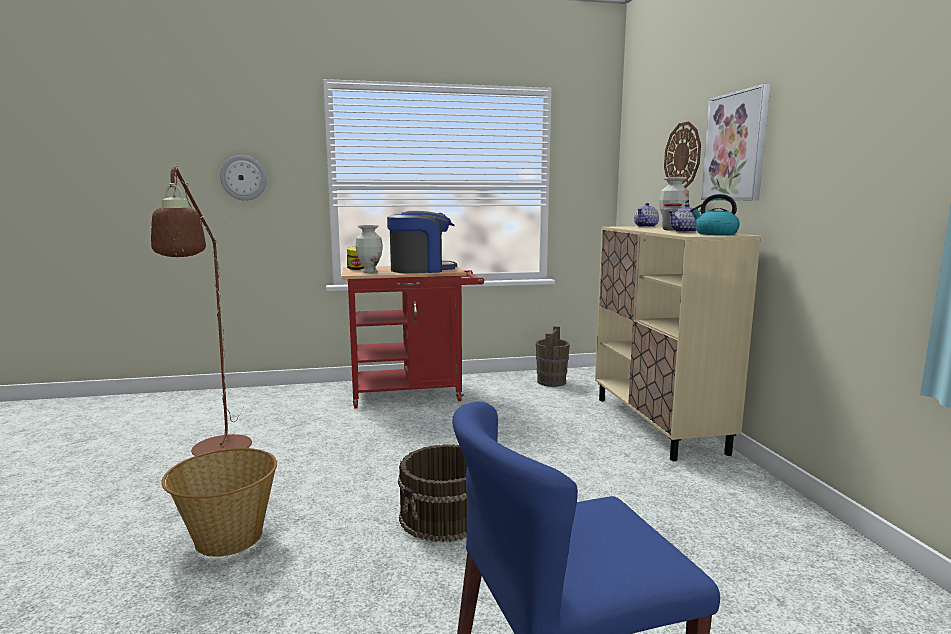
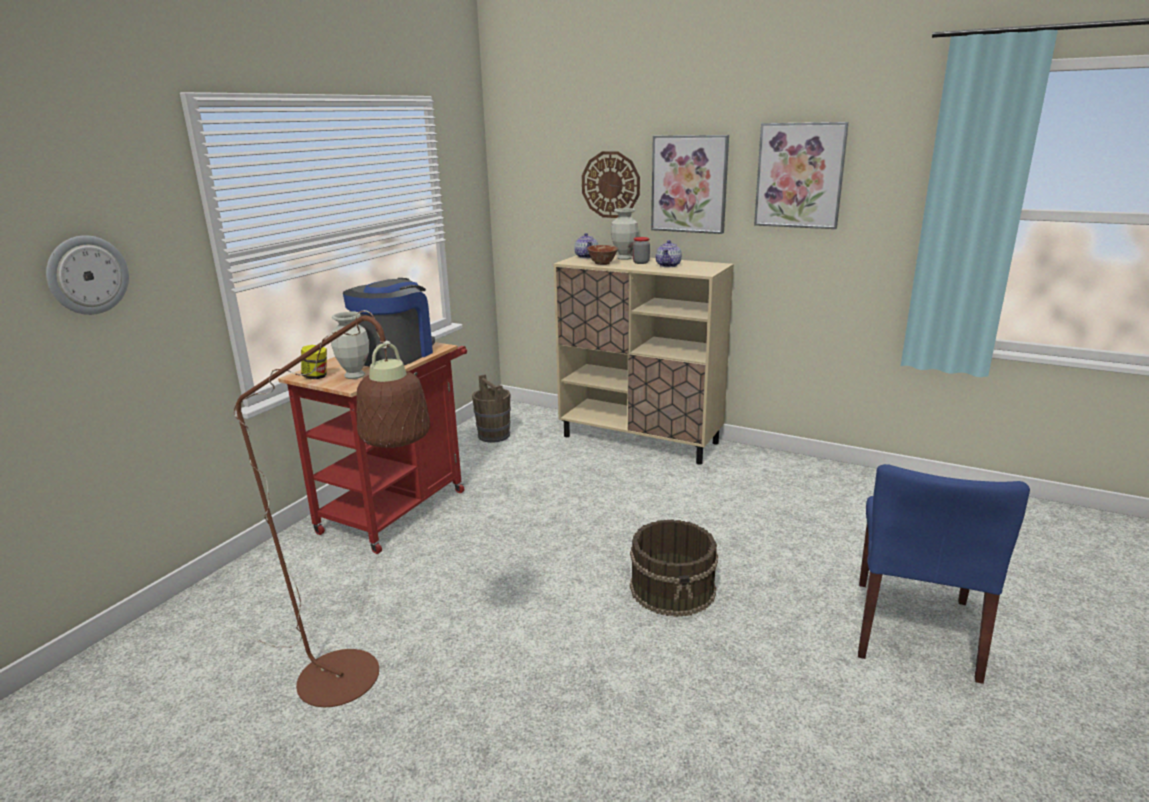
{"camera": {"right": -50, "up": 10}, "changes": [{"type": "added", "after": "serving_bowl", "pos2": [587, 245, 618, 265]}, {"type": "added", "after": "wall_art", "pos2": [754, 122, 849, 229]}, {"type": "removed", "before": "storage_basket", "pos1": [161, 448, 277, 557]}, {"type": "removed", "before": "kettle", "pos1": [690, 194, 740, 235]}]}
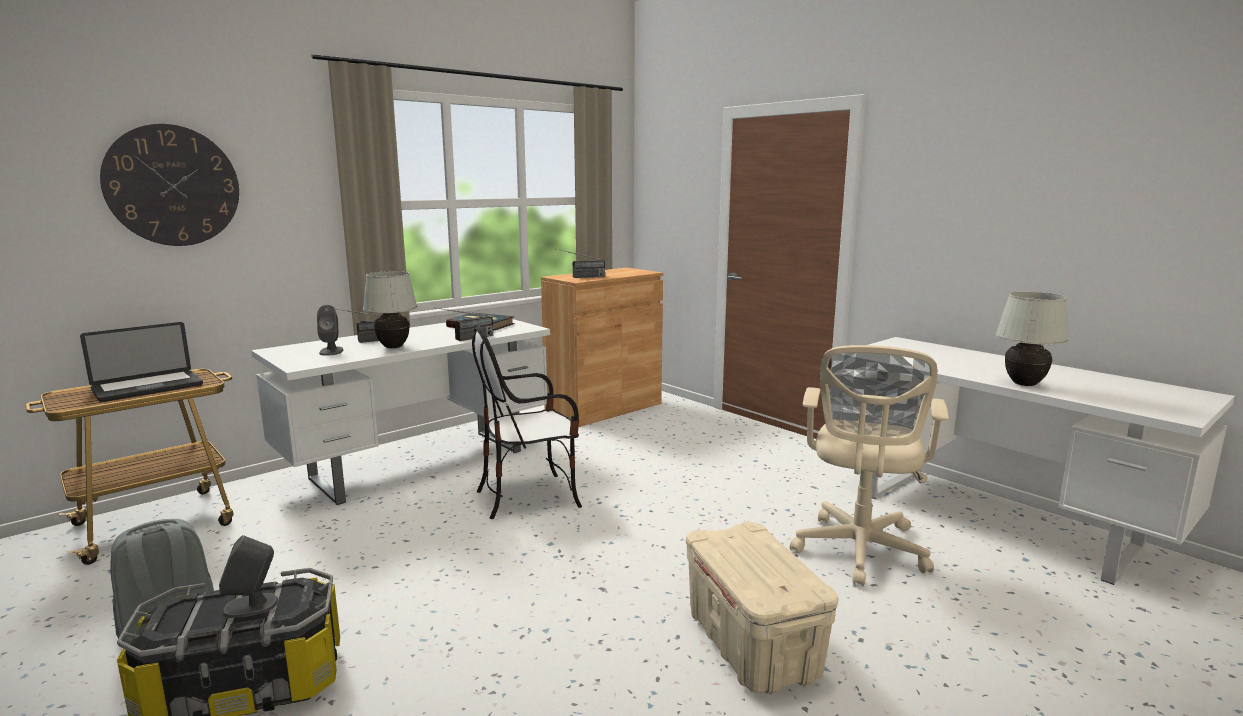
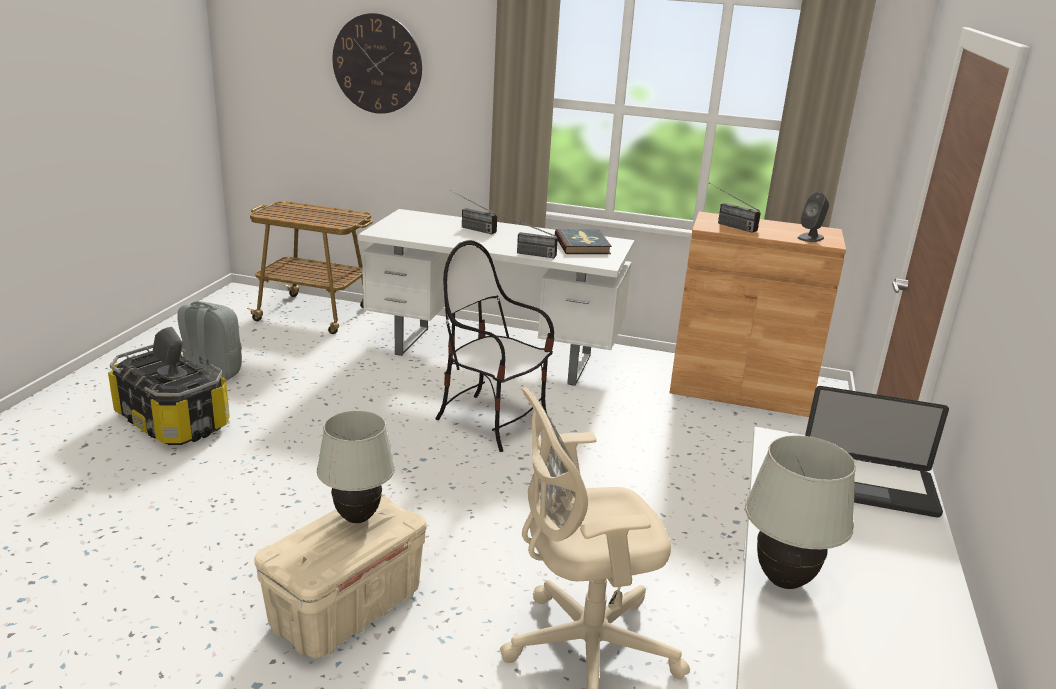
{"camera": {"right": 55, "up": 10}, "changes": [{"type": "moved", "before": "whitish_tabletop_lamp", "pos1": [363, 271, 418, 348], "pos2": [317, 411, 395, 523]}, {"type": "moved", "before": "greyish_loudspeaker", "pos1": [317, 305, 343, 356], "pos2": [798, 192, 829, 242]}, {"type": "moved", "before": "notebook_computer", "pos1": [80, 322, 203, 402], "pos2": [805, 386, 949, 517]}]}
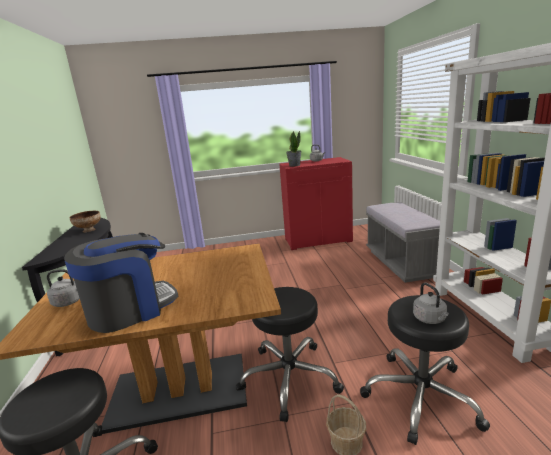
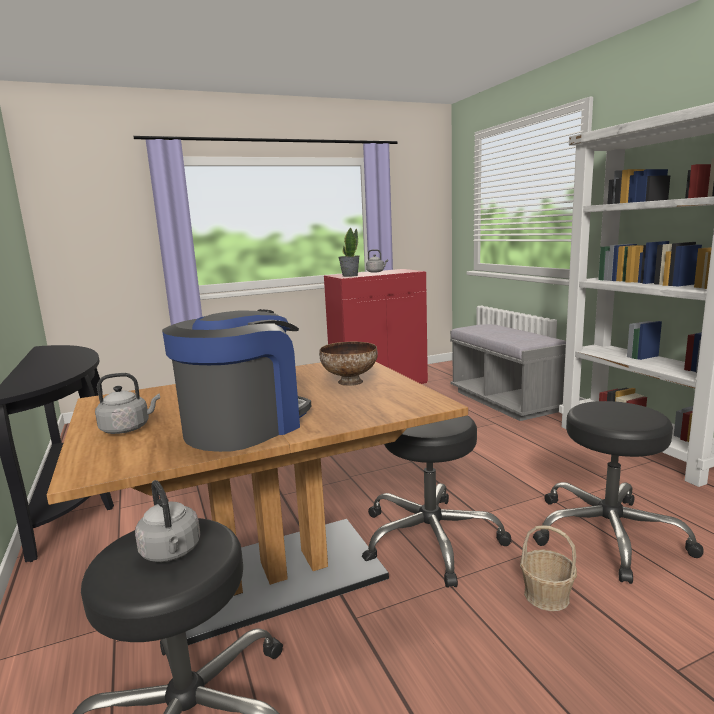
{"camera": {"right": -15, "up": -5}, "changes": [{"type": "moved", "before": "greyish_kettle", "pos1": [413, 283, 449, 324], "pos2": [135, 480, 201, 562]}, {"type": "moved", "before": "serving_bowl", "pos1": [70, 211, 101, 232], "pos2": [319, 341, 378, 386]}]}
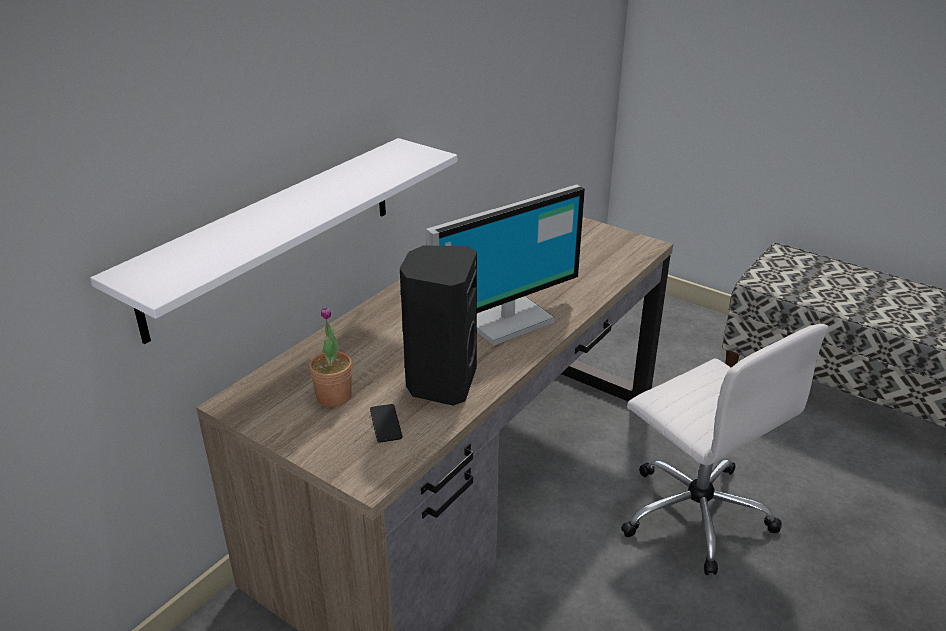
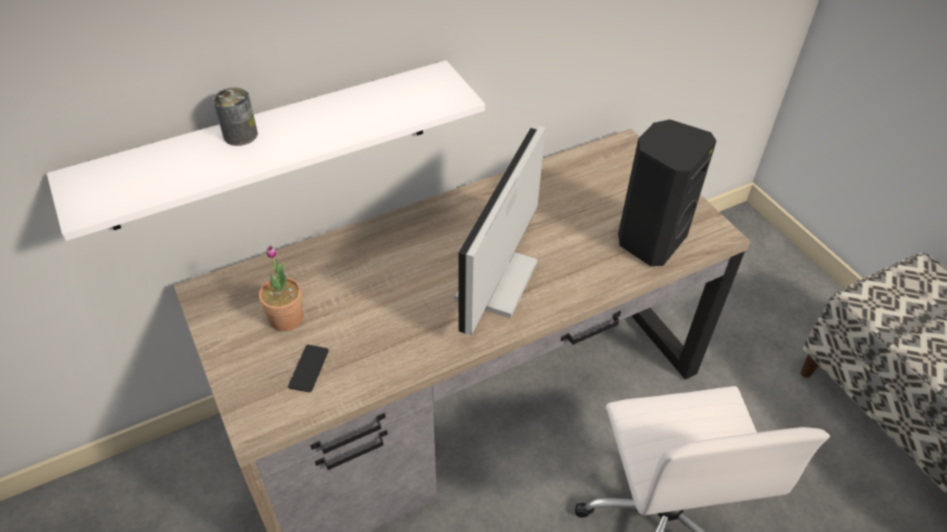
{"camera": {"right": 25, "up": 15}, "changes": [{"type": "added", "after": "sealed_can", "pos2": [213, 87, 258, 146]}, {"type": "turned", "before": "monitor", "pos1": [426, 184, 585, 346], "pos2": [454, 124, 546, 336], "turn": 120}, {"type": "moved", "before": "blackish_loudspeaker", "pos1": [400, 245, 477, 406], "pos2": [618, 119, 716, 266]}]}
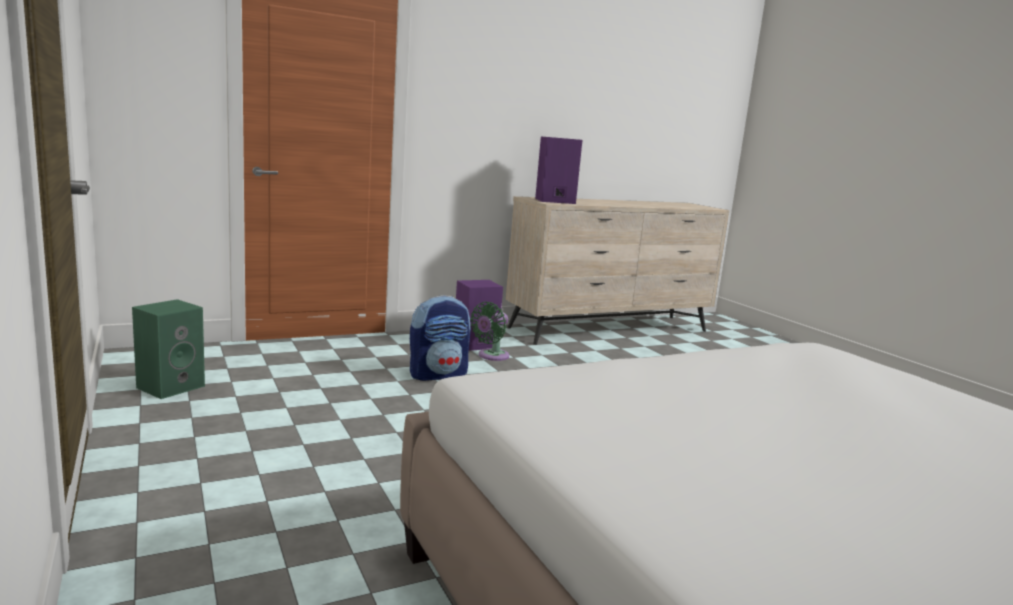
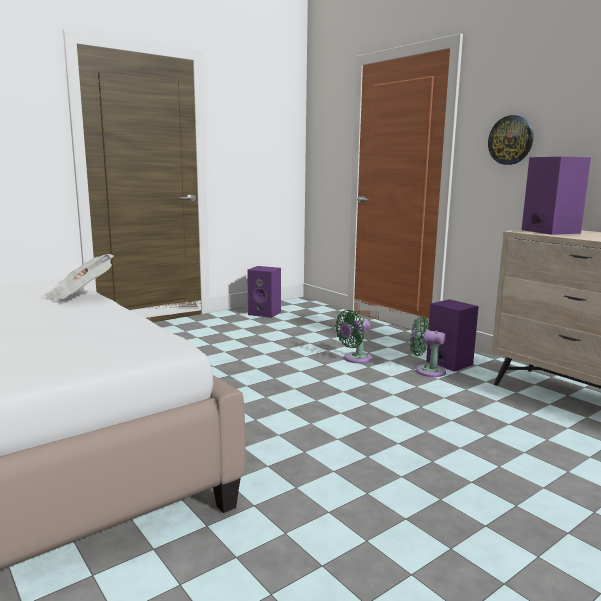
{"camera": {"right": 80, "up": 0}, "changes": [{"type": "added", "after": "printed_paper", "pos2": [41, 254, 114, 300]}, {"type": "recoloured", "before": "greenish_loudspeaker", "after": "purple_loudspeaker", "pos1": [132, 299, 205, 399], "pos2": [247, 266, 281, 318]}, {"type": "replaced", "before": "backpack", "after": "greenish_fan", "pos1": [410, 295, 471, 381], "pos2": [335, 310, 372, 363]}, {"type": "added", "after": "hanging_clock", "pos2": [488, 115, 533, 165]}]}
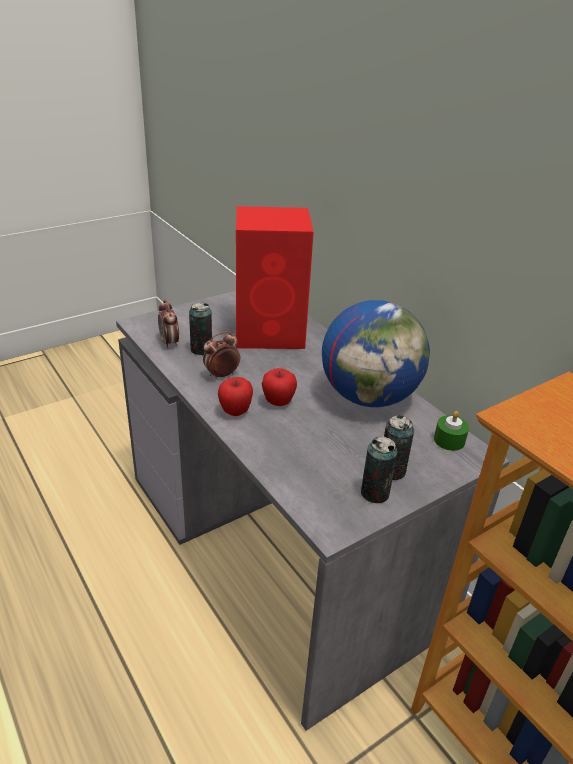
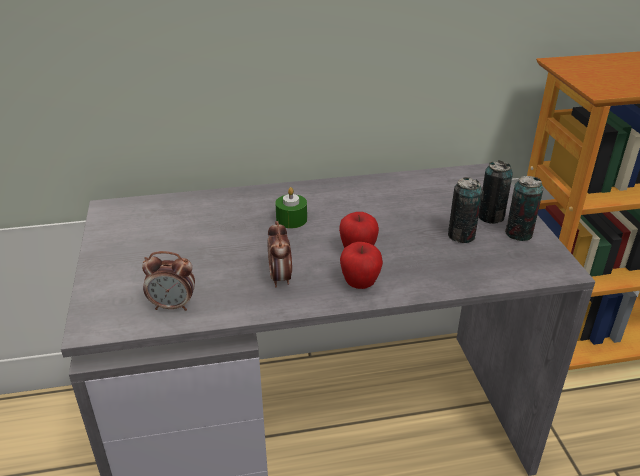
{"camera": {"right": -65, "up": 0}, "changes": [{"type": "moved", "before": "greenish_wax_light", "pos1": [434, 411, 469, 451], "pos2": [275, 187, 307, 229]}, {"type": "moved", "before": "sealed_can", "pos1": [189, 302, 212, 355], "pos2": [448, 177, 483, 243]}, {"type": "removed", "before": "red-coloured_loudspeaker", "pos1": [236, 206, 314, 349]}, {"type": "removed", "before": "desk_globe", "pos1": [322, 300, 430, 407]}]}
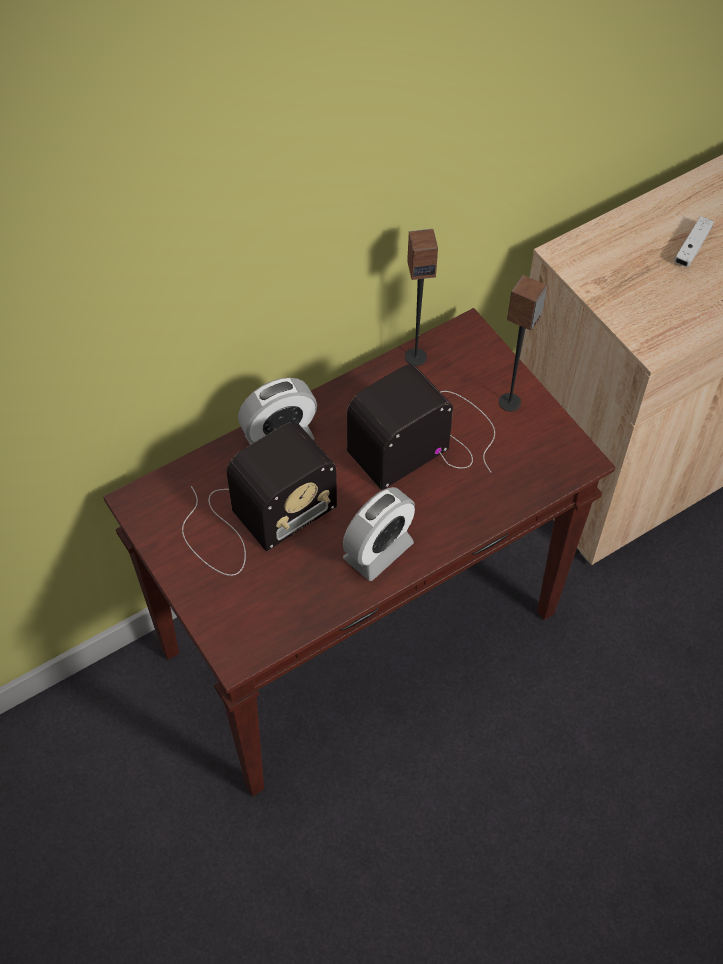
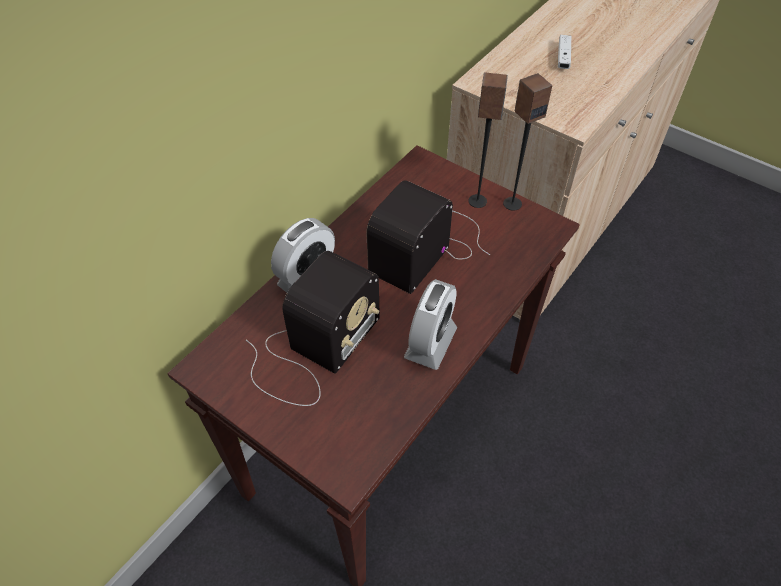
{"camera": {"right": -20, "up": -5}, "changes": [{"type": "moved", "before": "loudspeaker", "pos1": [405, 229, 438, 366], "pos2": [503, 73, 552, 211]}]}
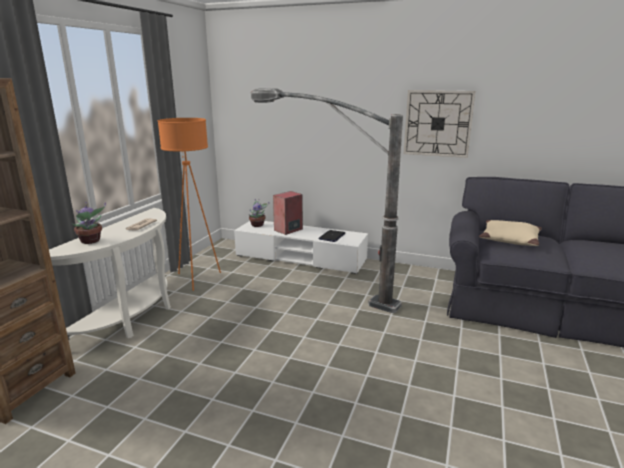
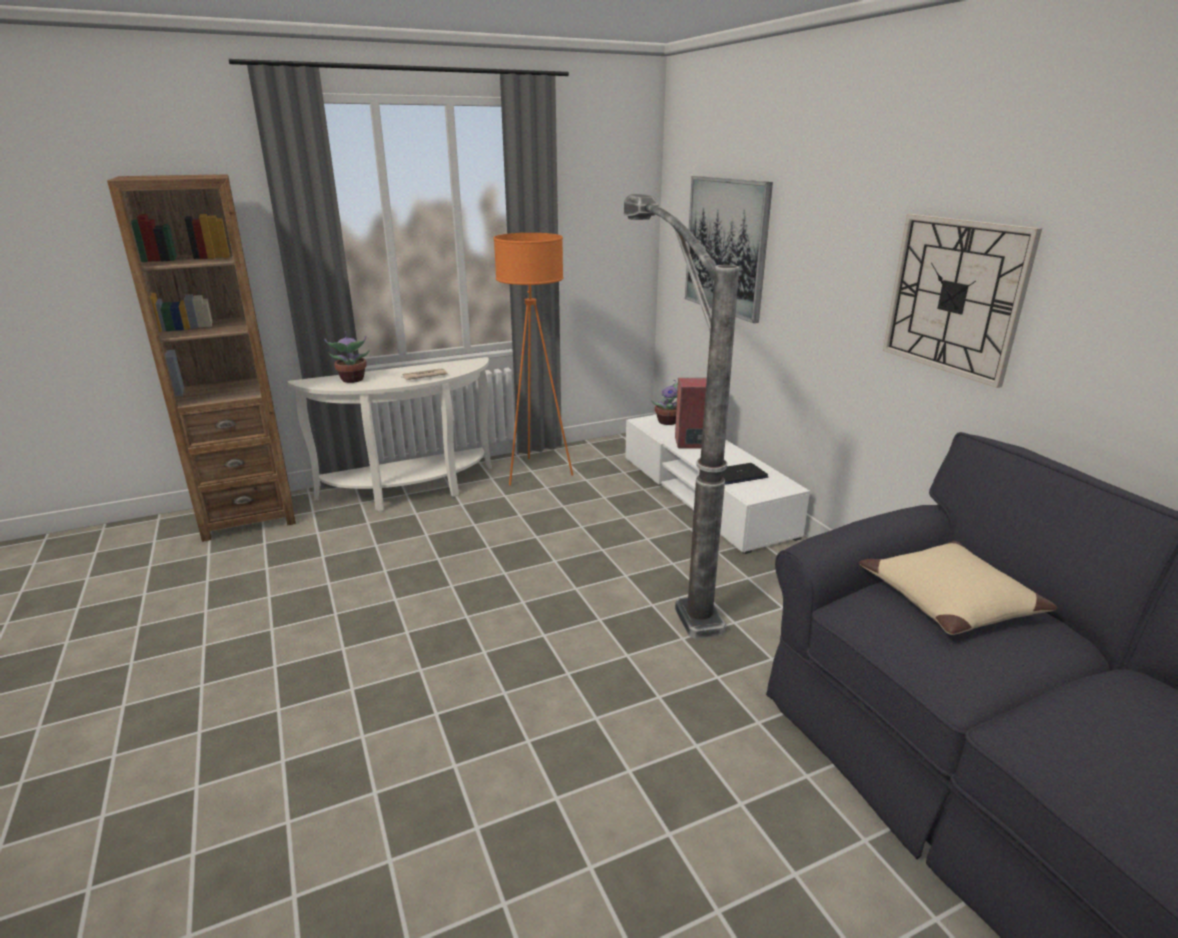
{"camera": {"right": 45, "up": 5}, "changes": [{"type": "added", "after": "wall_art", "pos2": [685, 176, 773, 323]}]}
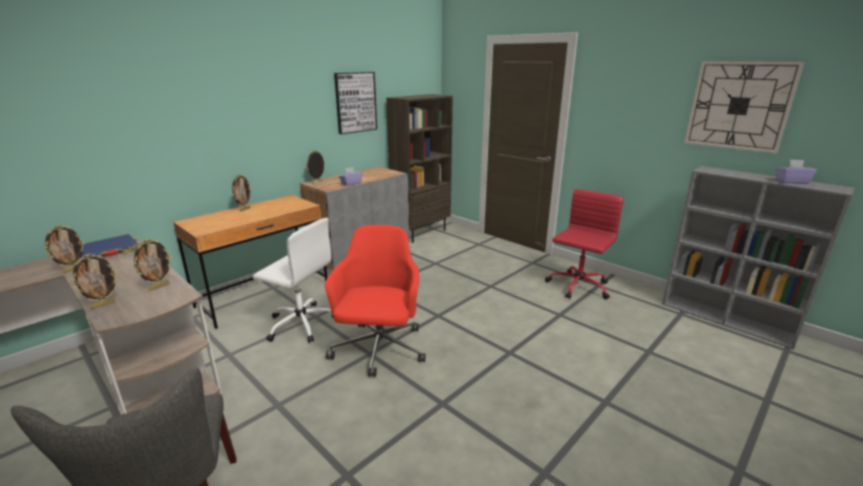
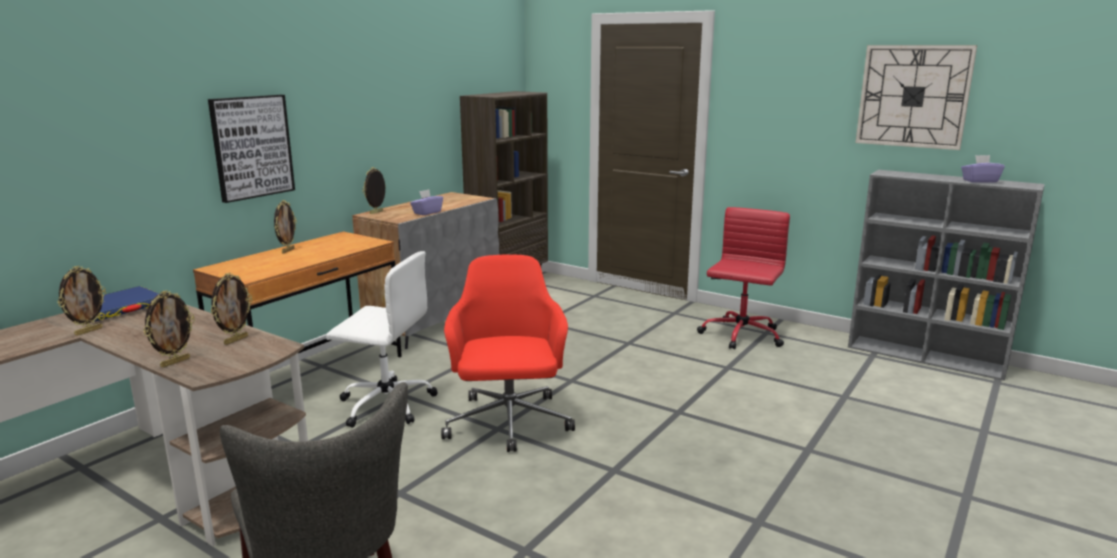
{"camera": {"right": -10, "up": -5}, "changes": [{"type": "moved", "before": "wall_art", "pos1": [334, 72, 377, 134], "pos2": [208, 95, 295, 203]}]}
